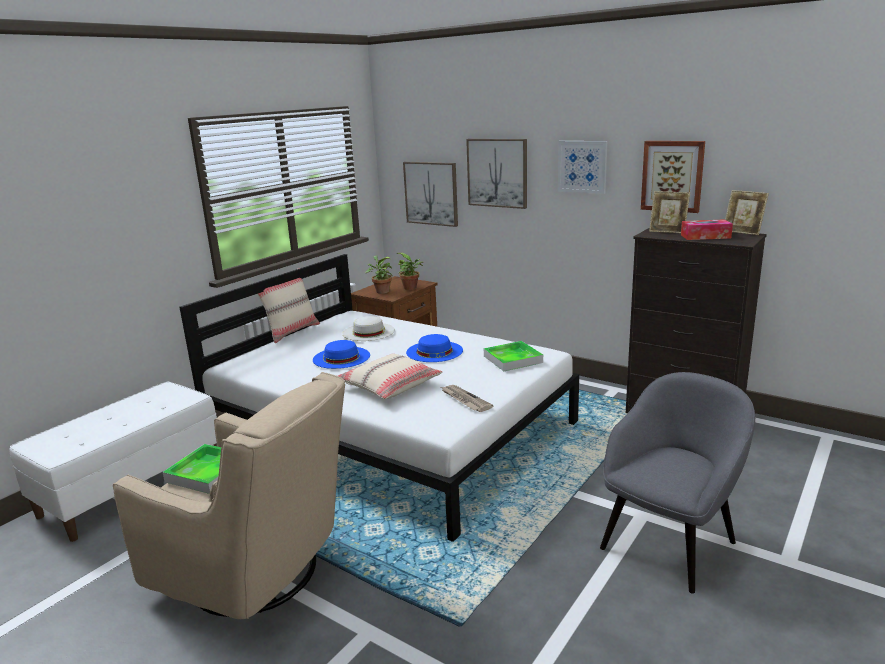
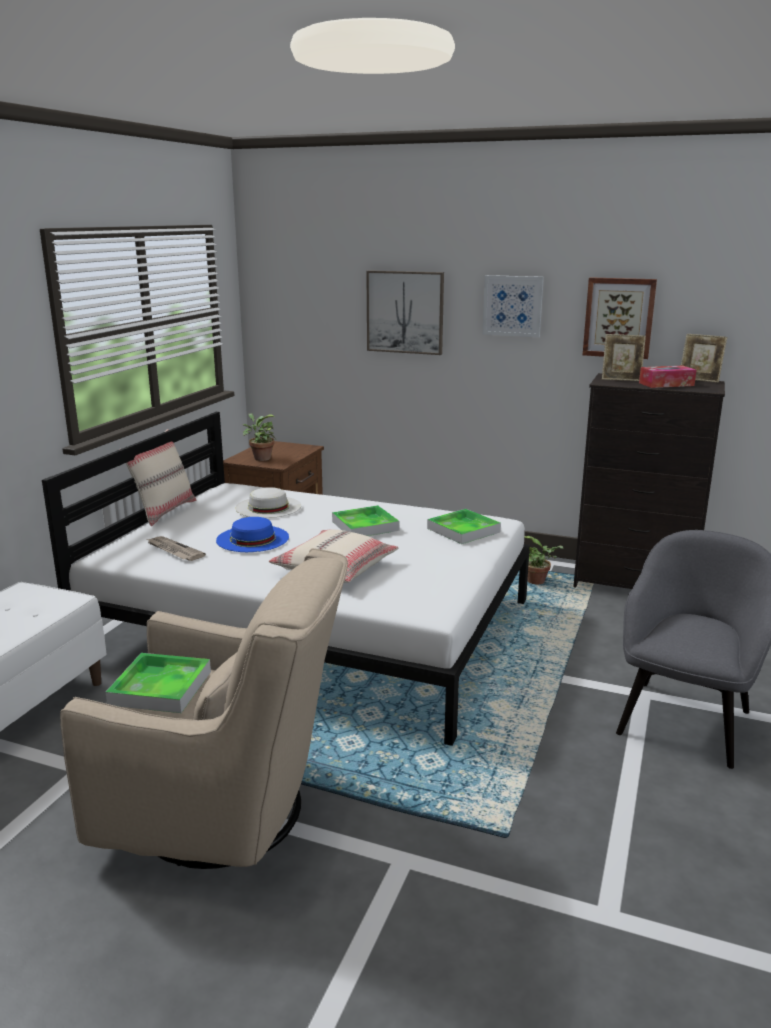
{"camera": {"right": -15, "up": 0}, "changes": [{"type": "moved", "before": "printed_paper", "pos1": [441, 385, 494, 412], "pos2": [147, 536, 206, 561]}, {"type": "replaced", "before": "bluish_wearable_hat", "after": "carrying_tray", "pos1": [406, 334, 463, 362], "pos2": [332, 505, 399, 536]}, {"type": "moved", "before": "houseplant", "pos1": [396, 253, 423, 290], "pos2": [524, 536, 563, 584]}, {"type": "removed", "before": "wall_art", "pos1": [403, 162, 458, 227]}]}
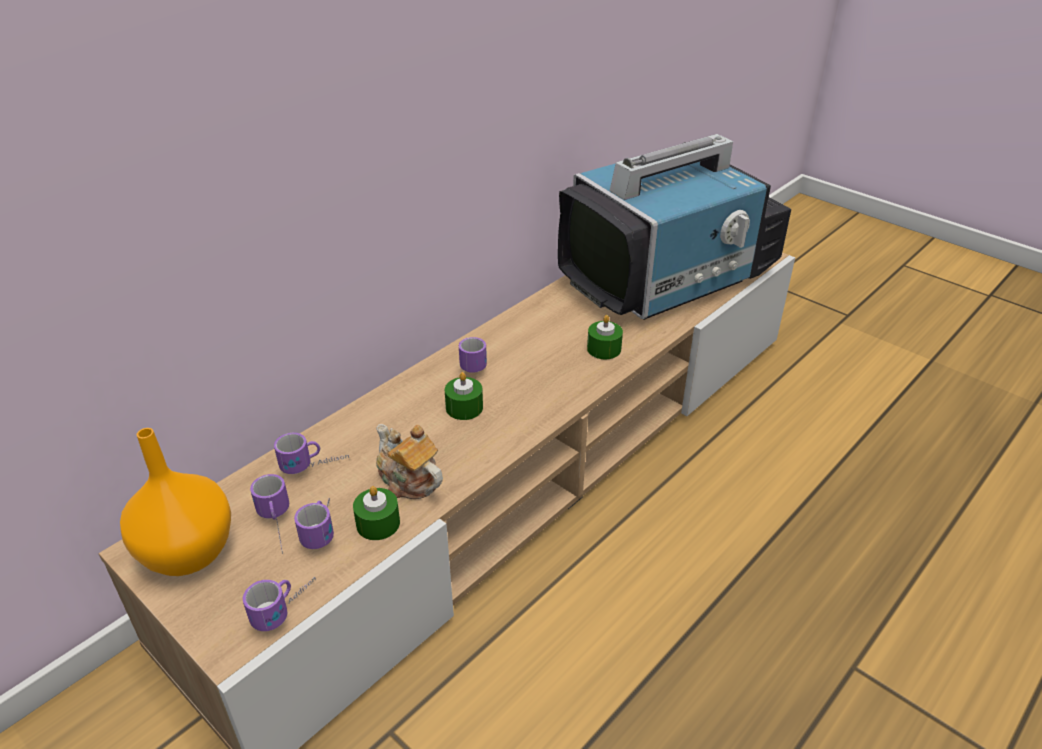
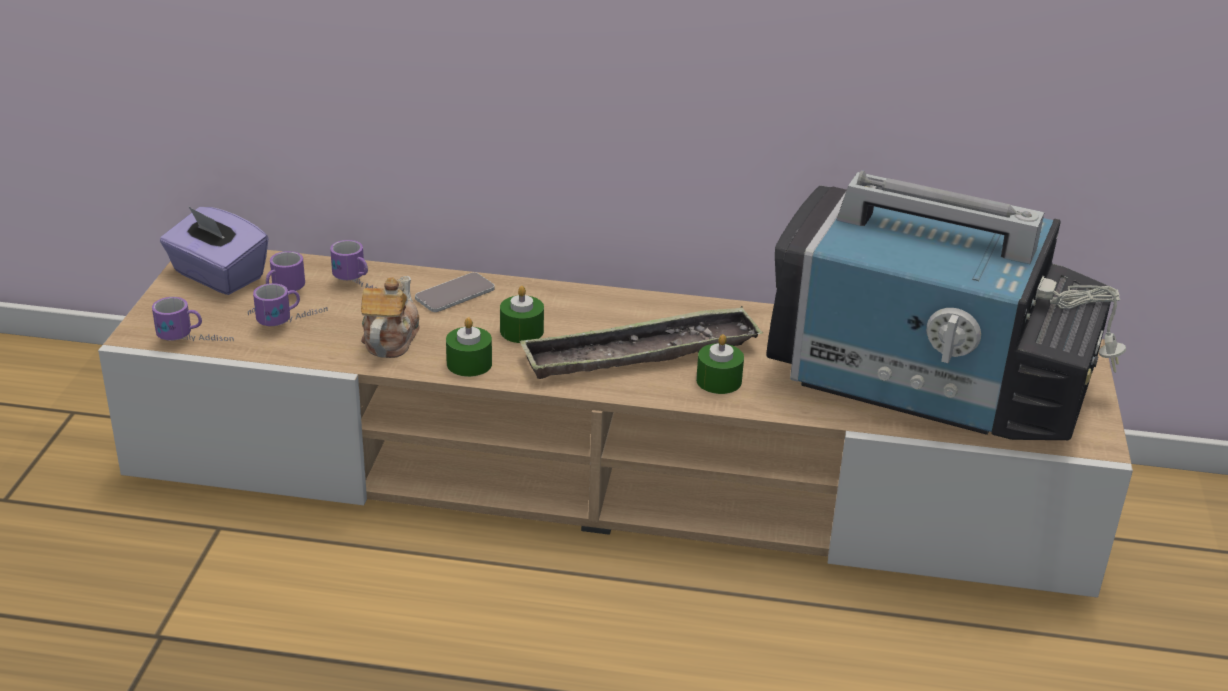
{"camera": {"right": 55, "up": -5}, "changes": [{"type": "replaced", "before": "orange_vase", "after": "purple_tissue_holder", "pos1": [120, 428, 231, 576], "pos2": [160, 206, 269, 295]}, {"type": "added", "after": "handset", "pos2": [415, 272, 495, 312]}, {"type": "moved", "before": "greenish_wax_light", "pos1": [353, 486, 400, 540], "pos2": [446, 317, 492, 377]}, {"type": "added", "after": "carrying_tray", "pos2": [519, 306, 763, 379]}, {"type": "removed", "before": "tea_mug", "pos1": [459, 337, 487, 373]}]}
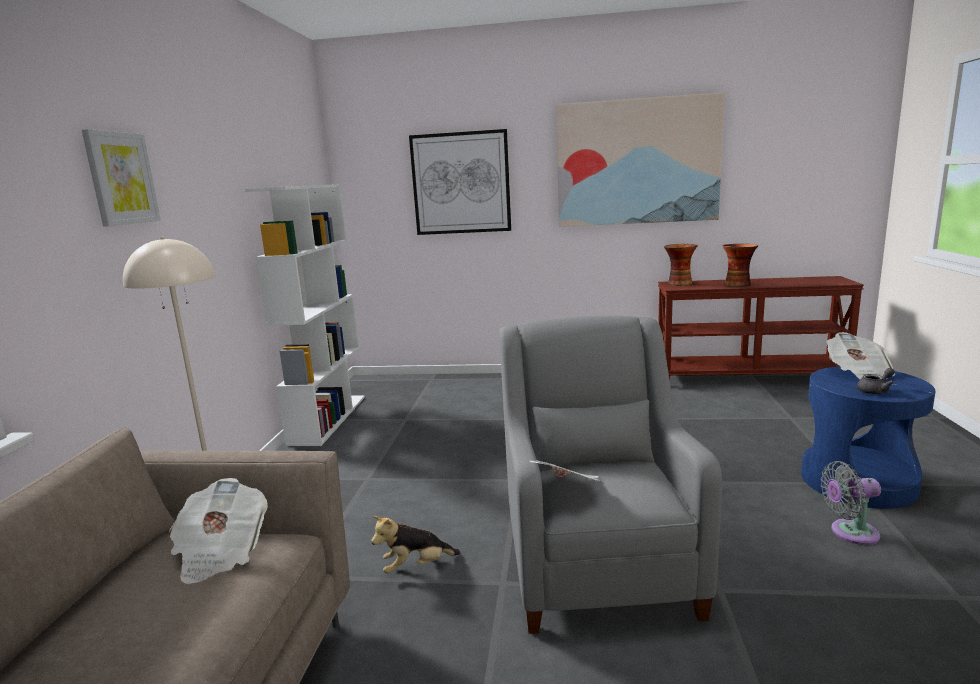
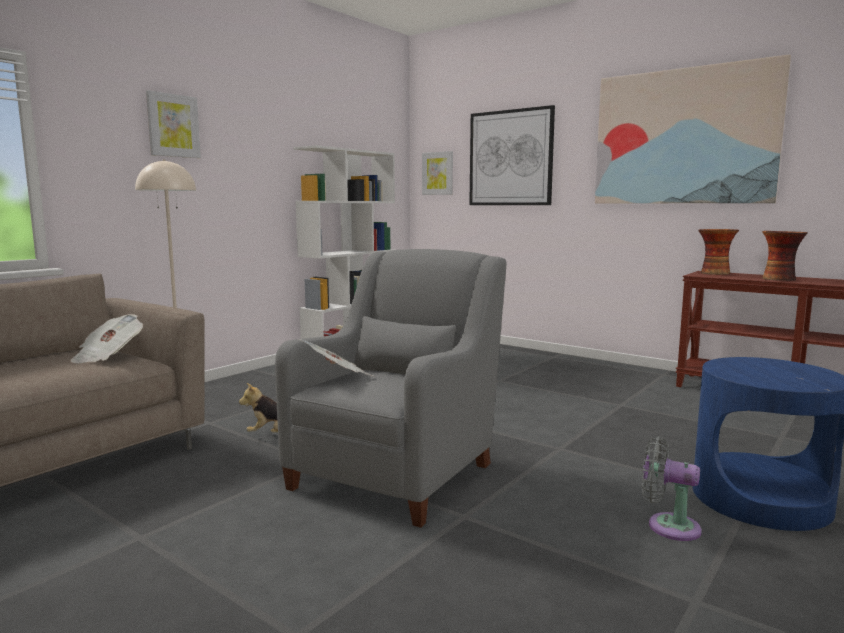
{"camera": {"right": 30, "up": -5}, "changes": [{"type": "added", "after": "wall_art", "pos2": [422, 151, 453, 195]}, {"type": "removed", "before": "printed_paper", "pos1": [826, 332, 895, 379]}, {"type": "removed", "before": "greyish_teapot", "pos1": [856, 368, 895, 394]}]}
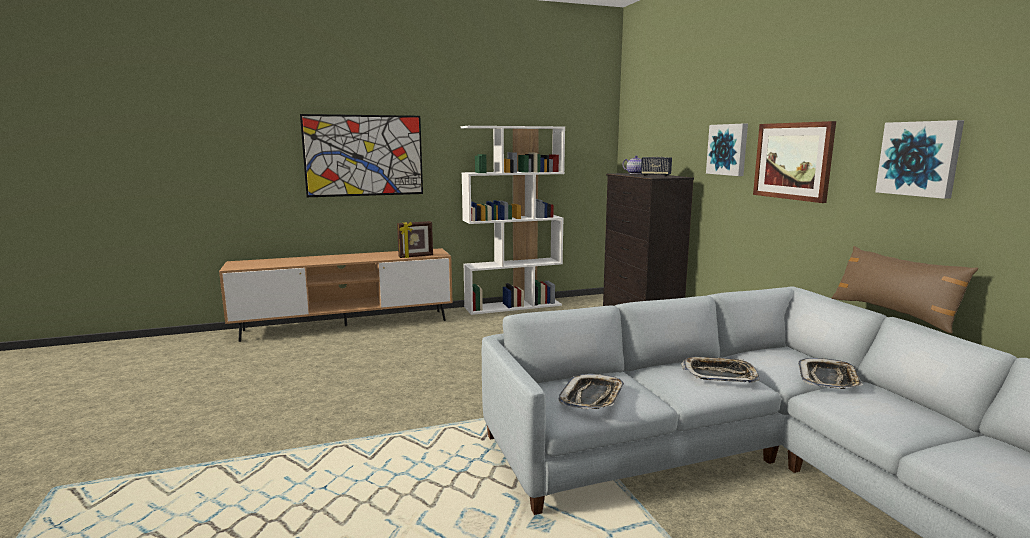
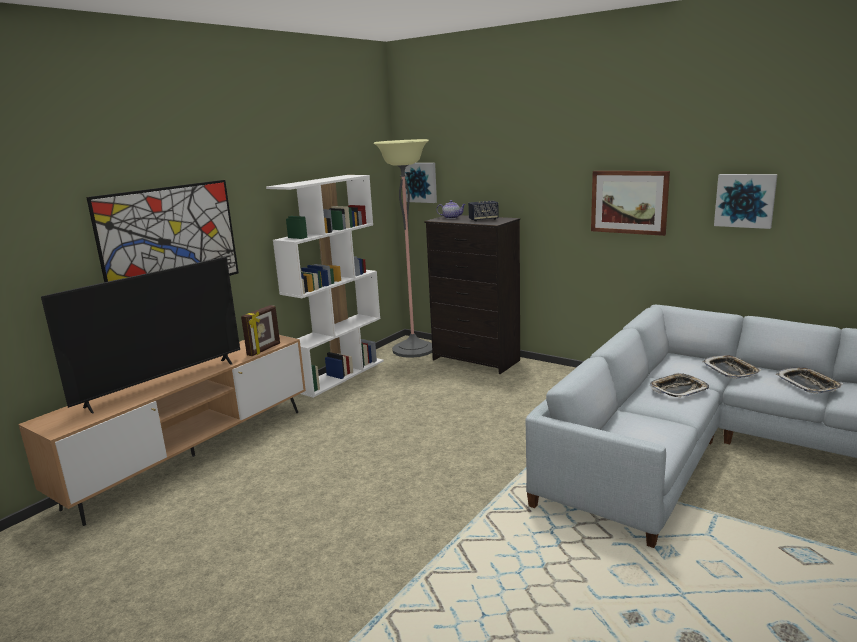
{"camera": {"right": -35, "up": 5}, "changes": [{"type": "added", "after": "TV", "pos2": [41, 257, 240, 414]}, {"type": "added", "after": "floor_lamp", "pos2": [374, 139, 432, 358]}, {"type": "moved", "before": "wall_art", "pos1": [706, 124, 748, 176], "pos2": [405, 163, 437, 203]}, {"type": "moved", "before": "carrying_tray", "pos1": [559, 374, 624, 409], "pos2": [776, 367, 843, 394]}, {"type": "removed", "before": "brown_throw_pillow", "pos1": [832, 246, 978, 334]}]}
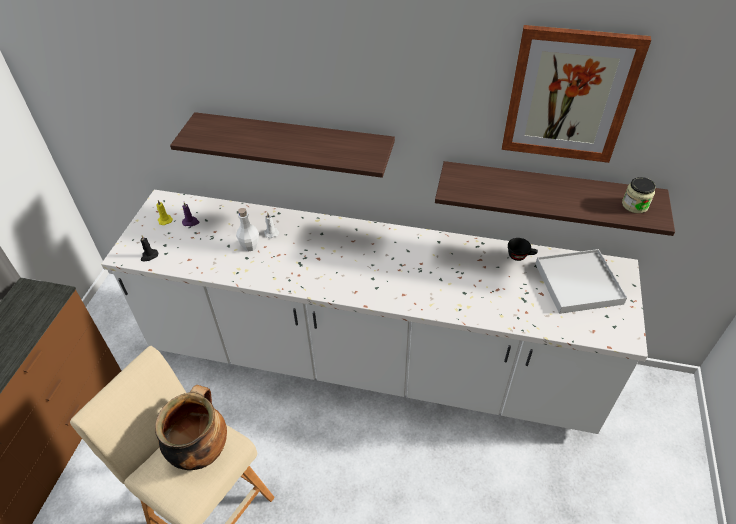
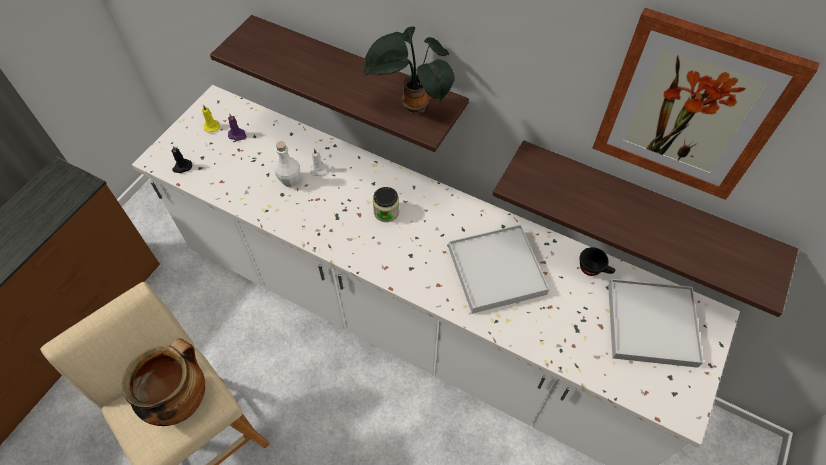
{"camera": {"right": 15, "up": 10}, "changes": [{"type": "added", "after": "houseplant", "pos2": [363, 26, 455, 113]}, {"type": "moved", "before": "preserve_jar", "pos1": [622, 177, 656, 213], "pos2": [373, 187, 399, 222]}, {"type": "added", "after": "whitish_carrying_tray", "pos2": [448, 225, 549, 314]}]}
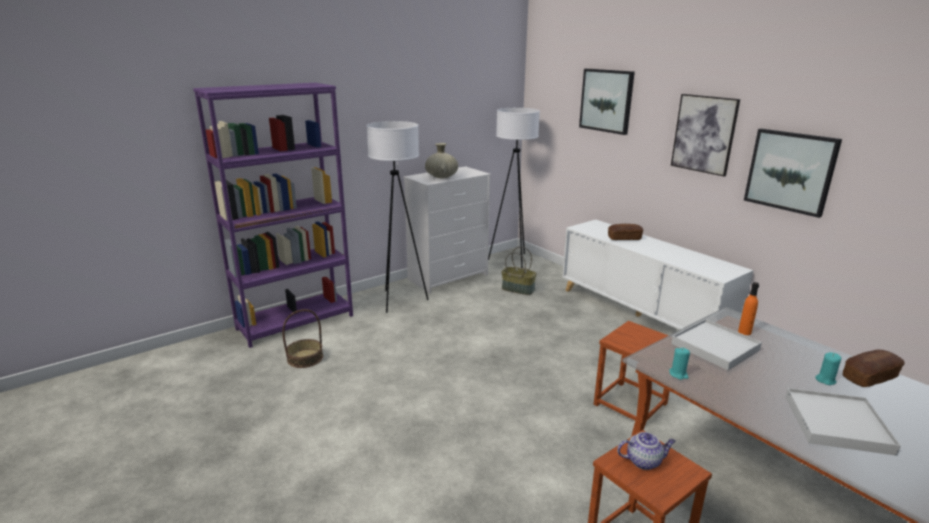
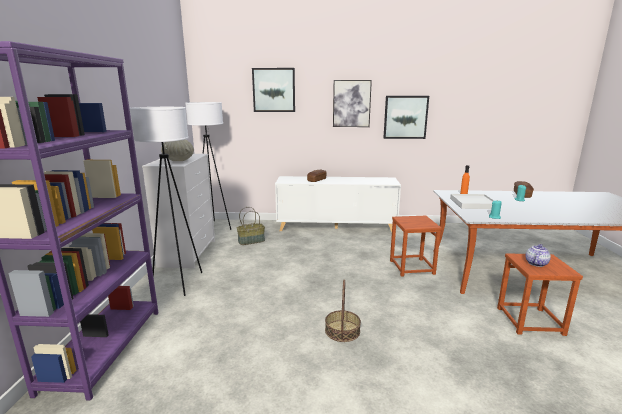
{"camera": {"right": -50, "up": -5}, "changes": [{"type": "moved", "before": "storage_basket", "pos1": [282, 309, 323, 368], "pos2": [325, 279, 361, 342]}, {"type": "removed", "before": "whitish_carrying_tray", "pos1": [785, 388, 901, 456]}]}
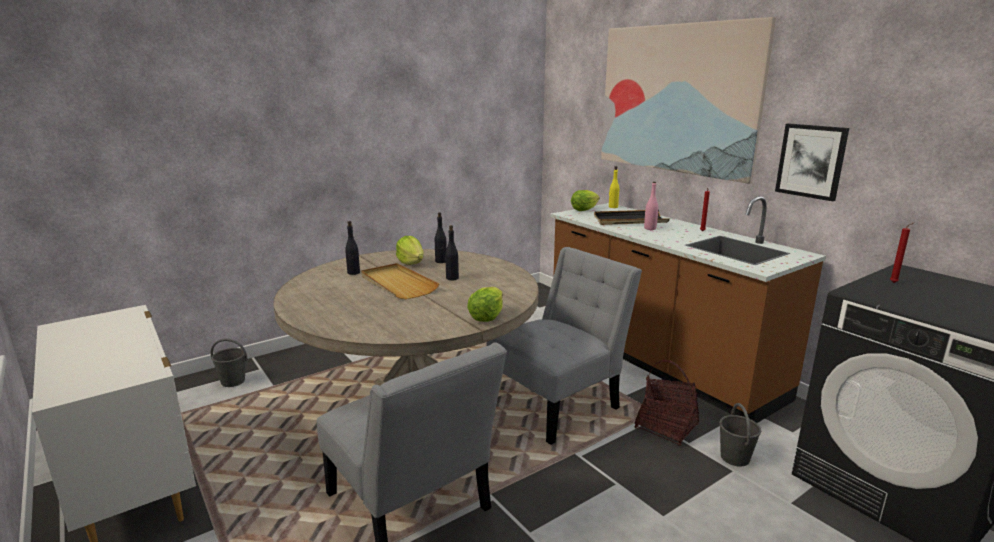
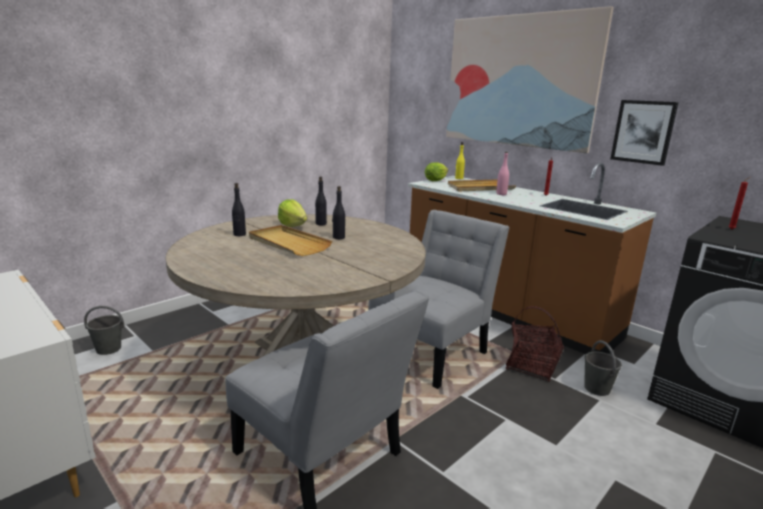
{"camera": {"right": -10, "up": 0}, "changes": [{"type": "recoloured", "before": "blackish_carrying_tray", "after": "beige-coloured_carrying_tray", "pos1": [594, 210, 669, 225], "pos2": [448, 179, 516, 191]}, {"type": "removed", "before": "lettuce_head", "pos1": [467, 287, 503, 322]}]}
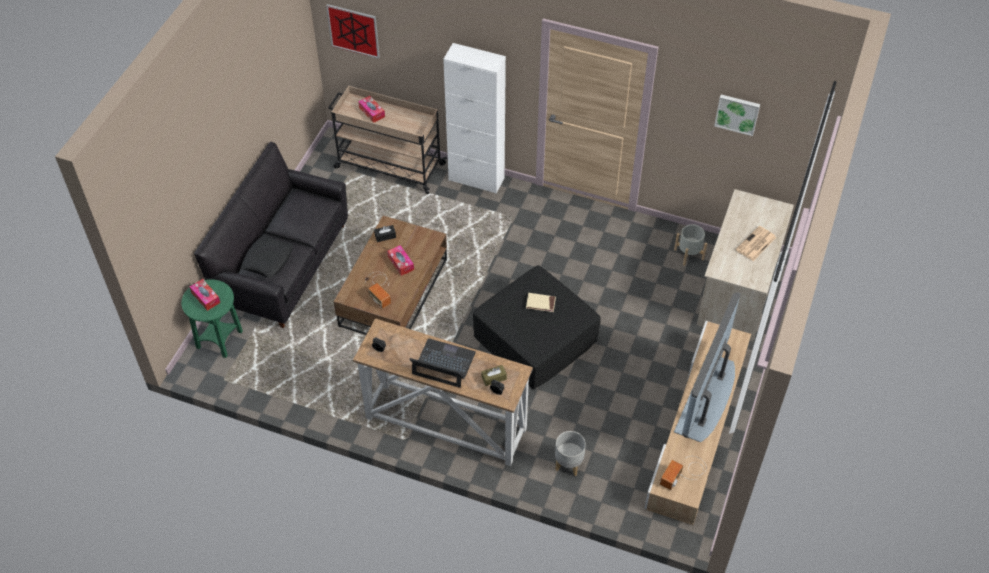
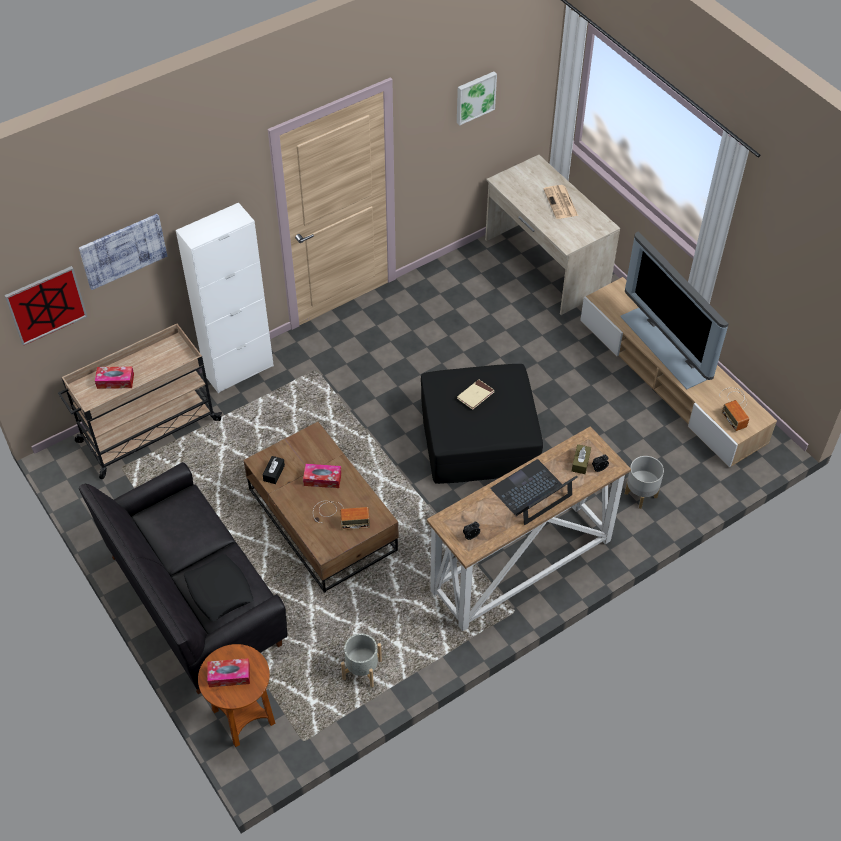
{"camera": {"right": -55, "up": 0}, "changes": [{"type": "added", "after": "wall_art", "pos2": [79, 214, 167, 290]}, {"type": "recoloured", "before": "greenish_end_table", "after": "brown_end_table", "pos1": [181, 279, 243, 358], "pos2": [198, 644, 275, 747]}, {"type": "moved", "before": "greyish_flower_pot", "pos1": [674, 224, 707, 266], "pos2": [341, 634, 382, 687]}]}
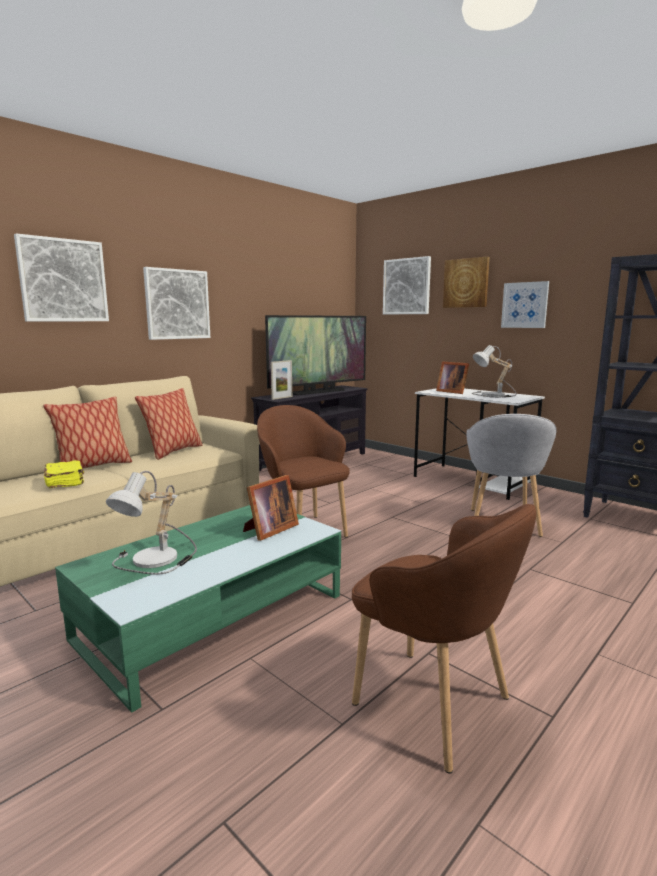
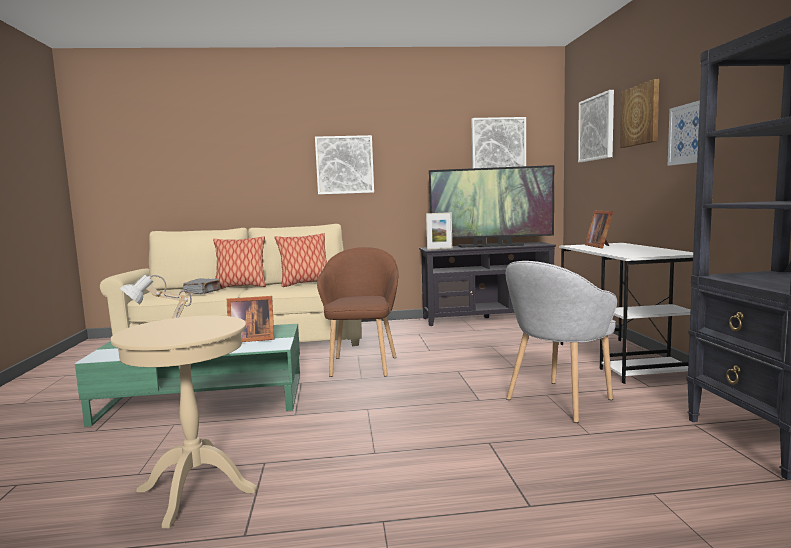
{"camera": {"right": 40, "up": -5}, "changes": [{"type": "replaced", "before": "brown_lounge_chair", "after": "beige-coloured_end_table", "pos1": [352, 504, 536, 774], "pos2": [111, 315, 257, 528]}, {"type": "recoloured", "before": "yellow-coloured_volume", "after": "greyish_volume", "pos1": [44, 460, 84, 488], "pos2": [183, 278, 221, 294]}, {"type": "moved", "before": "wall_art", "pos1": [14, 233, 109, 321], "pos2": [471, 117, 526, 168]}, {"type": "removed", "before": "tabletop_lamp", "pos1": [472, 345, 517, 398]}]}
